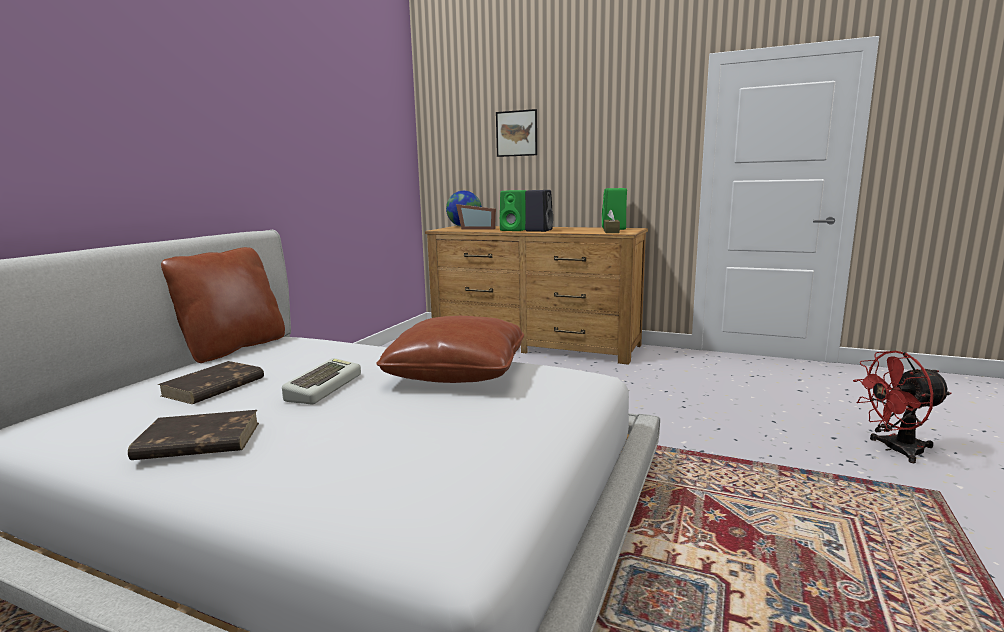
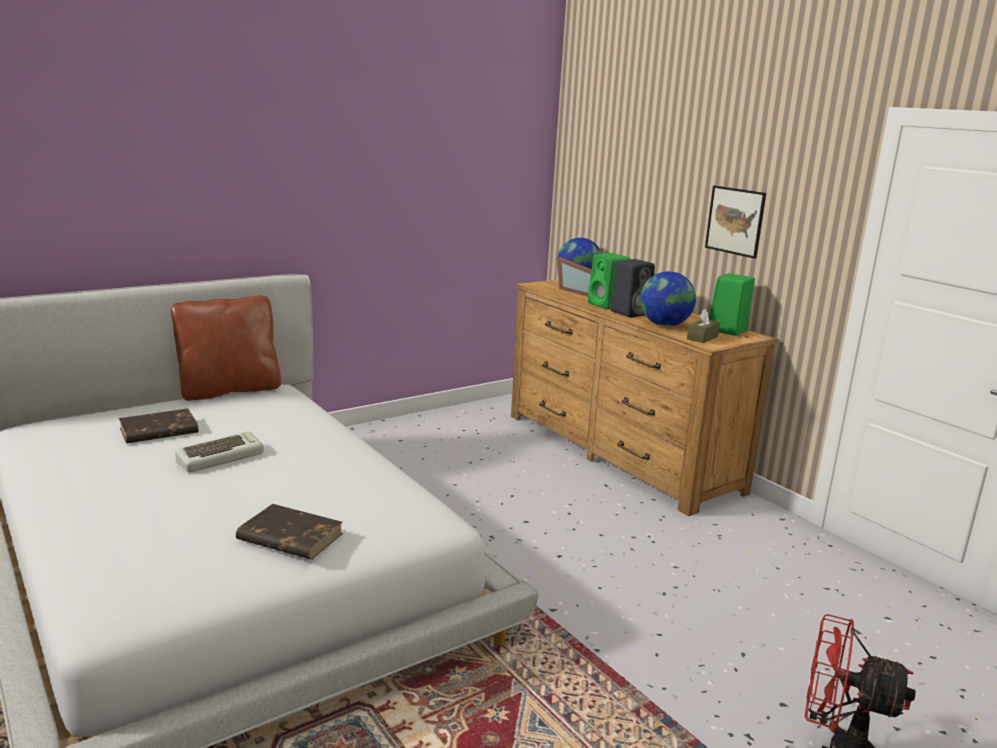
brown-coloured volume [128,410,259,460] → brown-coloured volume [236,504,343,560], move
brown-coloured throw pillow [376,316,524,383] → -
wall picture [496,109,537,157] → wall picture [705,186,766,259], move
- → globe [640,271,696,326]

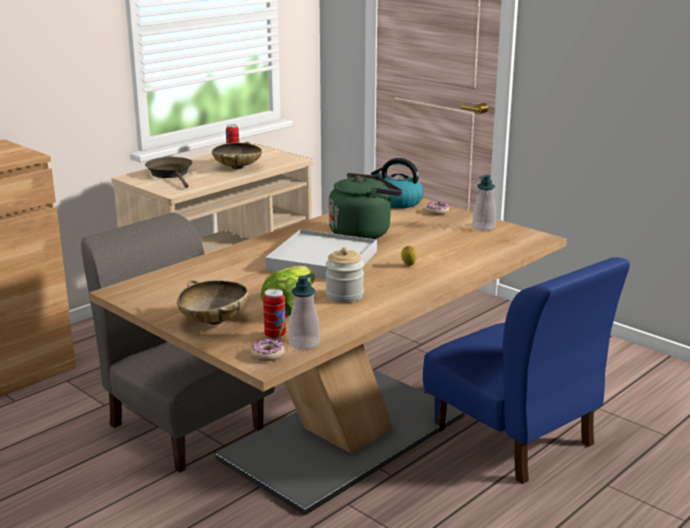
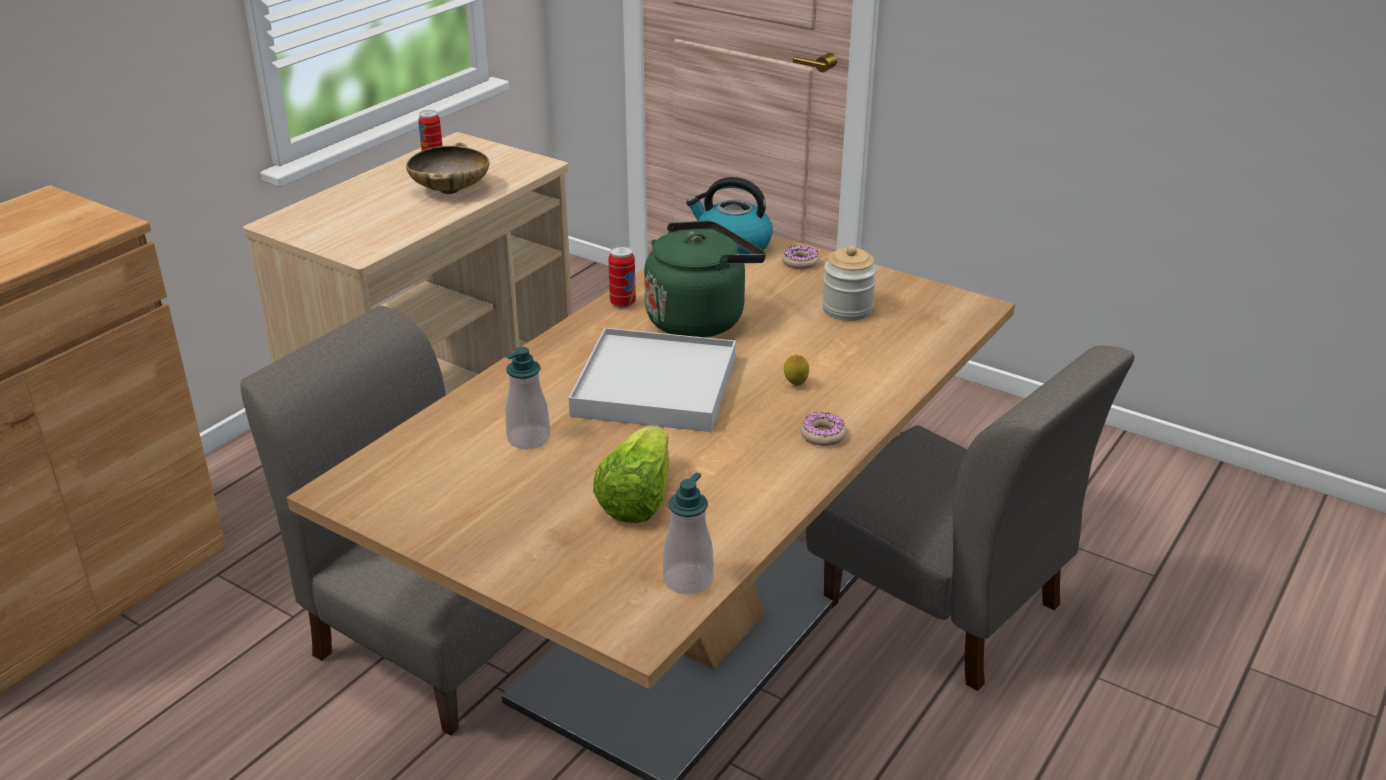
brown-coloured skillet [145,157,192,188] → -
sand-coloured deep dish [177,280,249,325] → -
ring doughnut [251,339,285,361] → ring doughnut [800,412,847,446], move
metal can [263,289,286,340] → metal can [608,246,636,309], move
jar [325,247,364,303] → jar [822,246,877,321], move
blue plain chair [423,257,630,484] → gray plain chair [806,345,1134,691]
soap bottle [472,175,496,231] → soap bottle [505,347,551,449], move

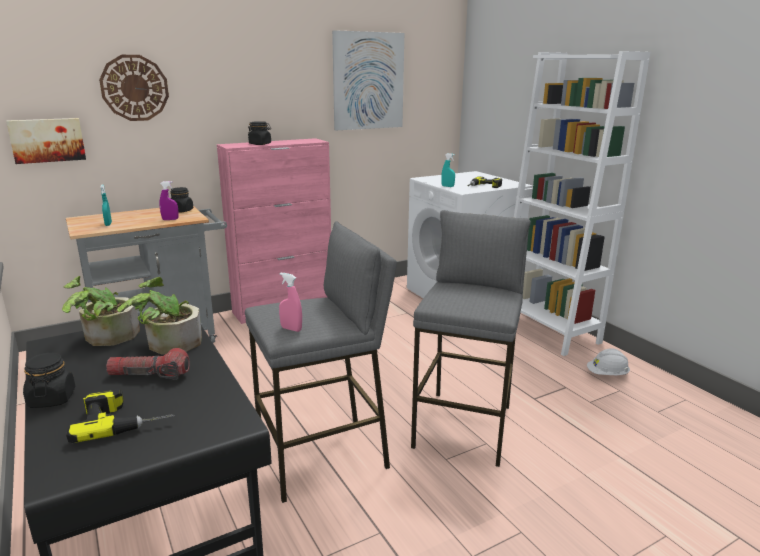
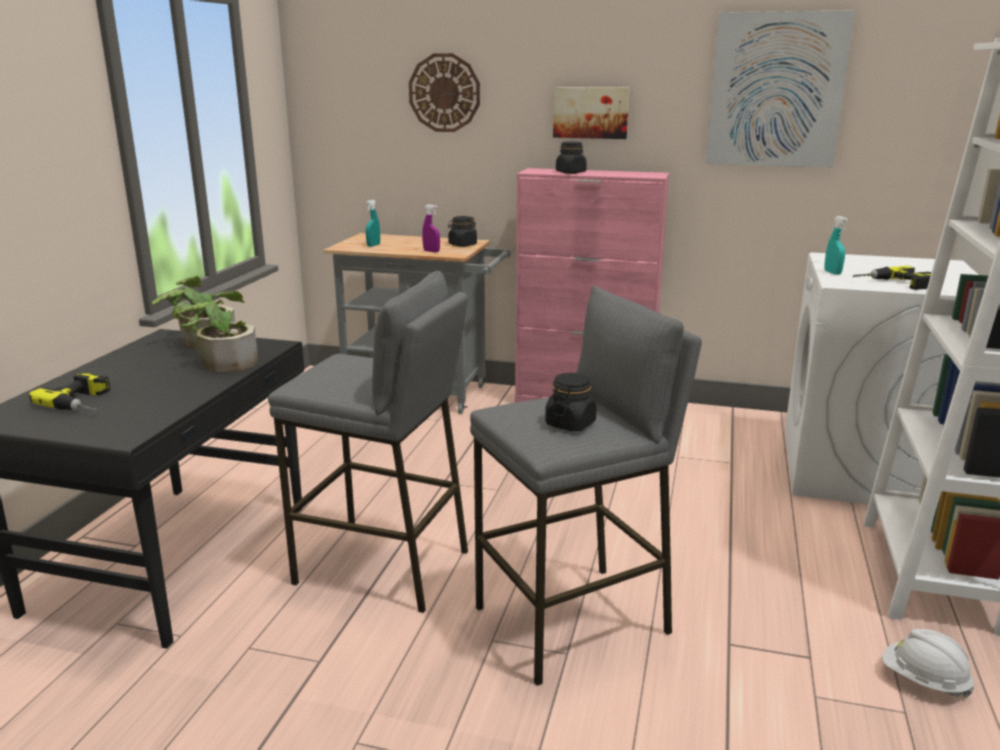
wall picture [6,118,86,164] → wall picture [553,87,629,139], move
black jar [23,353,76,408] → black jar [545,373,597,432], move
flashlight [106,348,190,380] → -
pink sprayer [279,273,302,332] → -

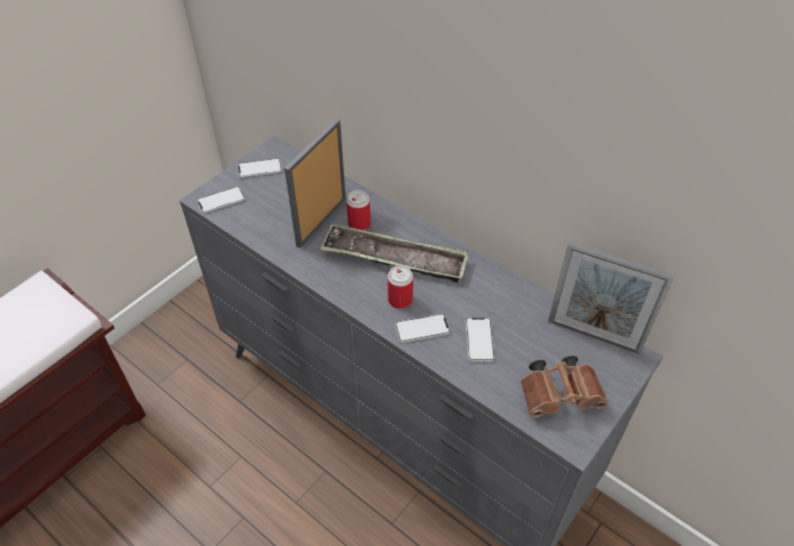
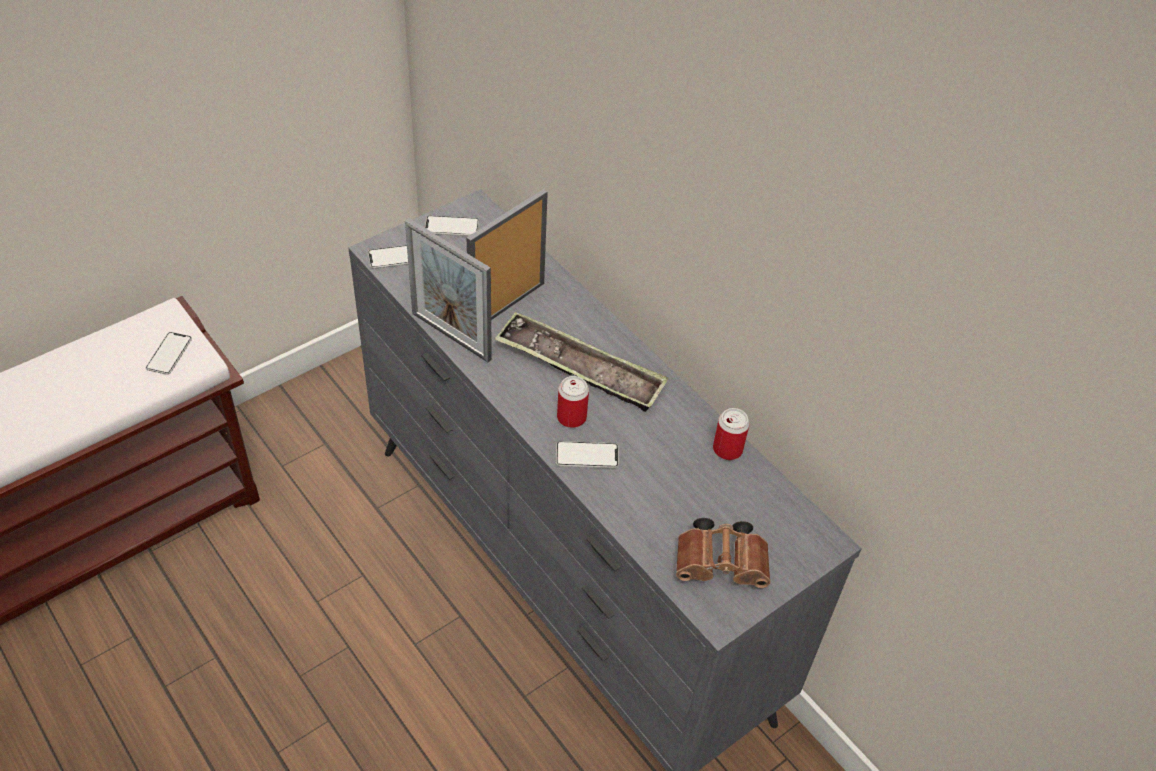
metal can [346,190,371,230] → metal can [713,408,750,460], move
handset [465,317,495,362] → handset [146,332,192,375], move
photo frame [548,241,674,354] → photo frame [405,218,492,362], move

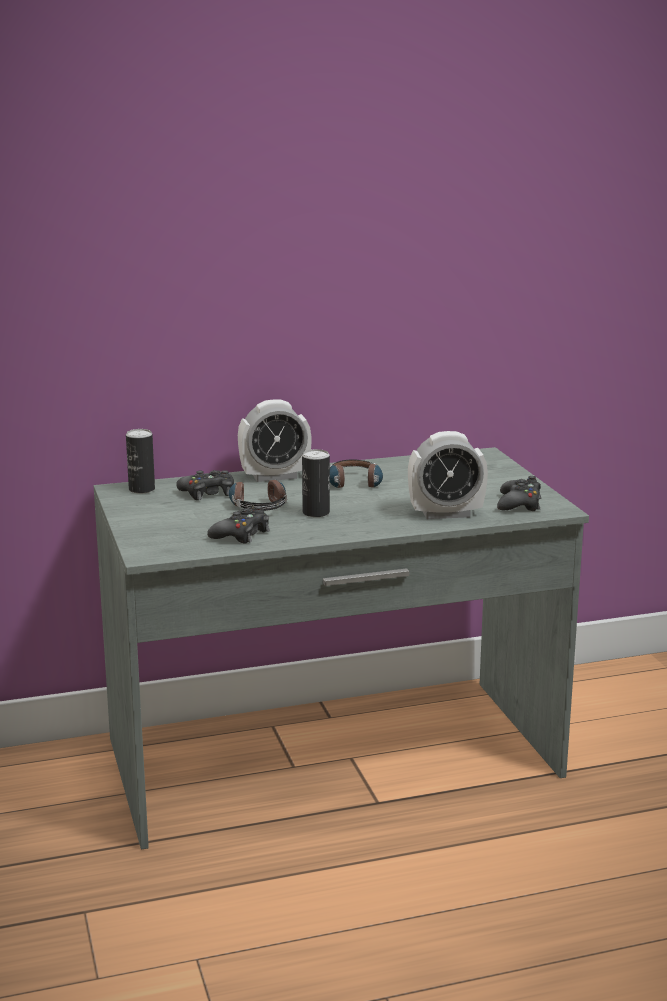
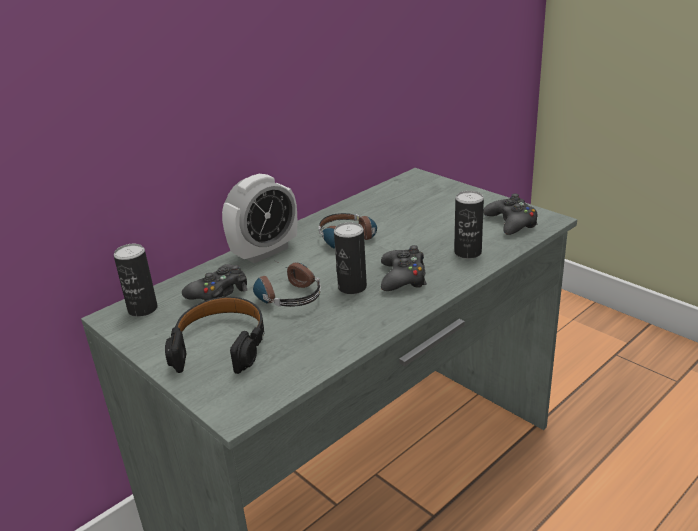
black joypad [207,506,270,544] → black joypad [381,245,427,291], move
table clock [408,431,488,519] → metal can [454,191,484,259]
- → black headphones [165,297,264,374]

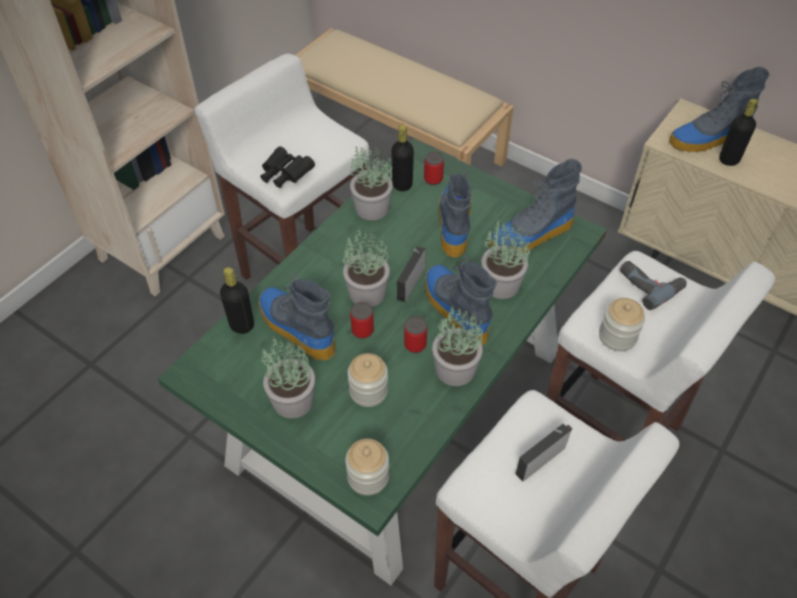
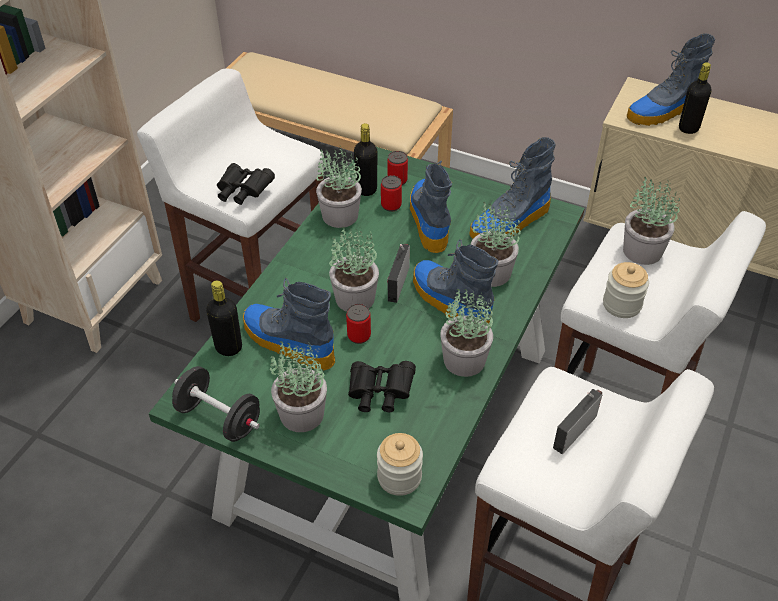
jar [347,353,388,407] → black binoculars [348,361,416,412]
metal can [404,316,427,353] → metal can [381,175,402,212], move
drill [620,261,687,310] → plant in a pot [623,177,680,265]
- → black hand weight [172,366,260,442]

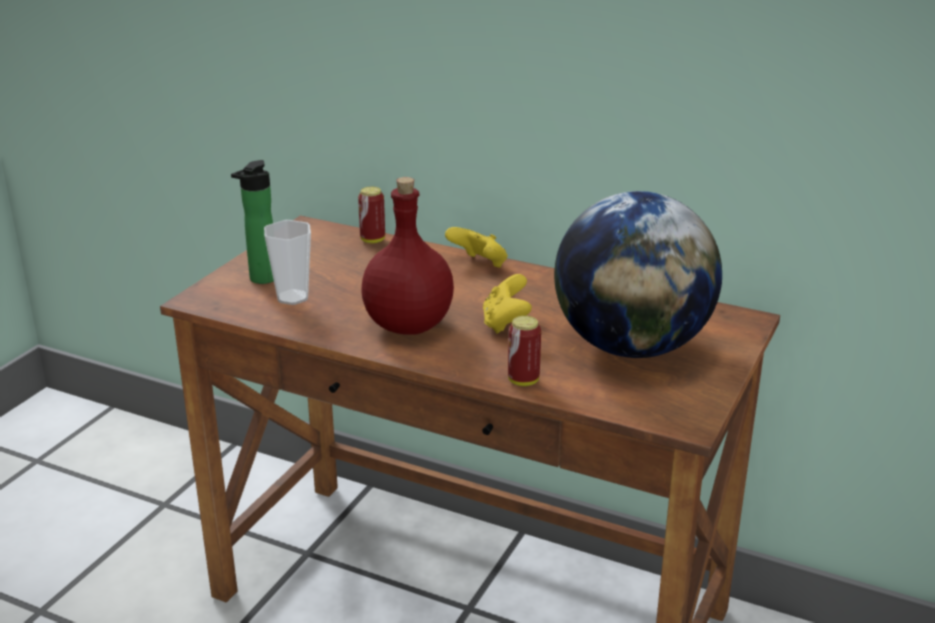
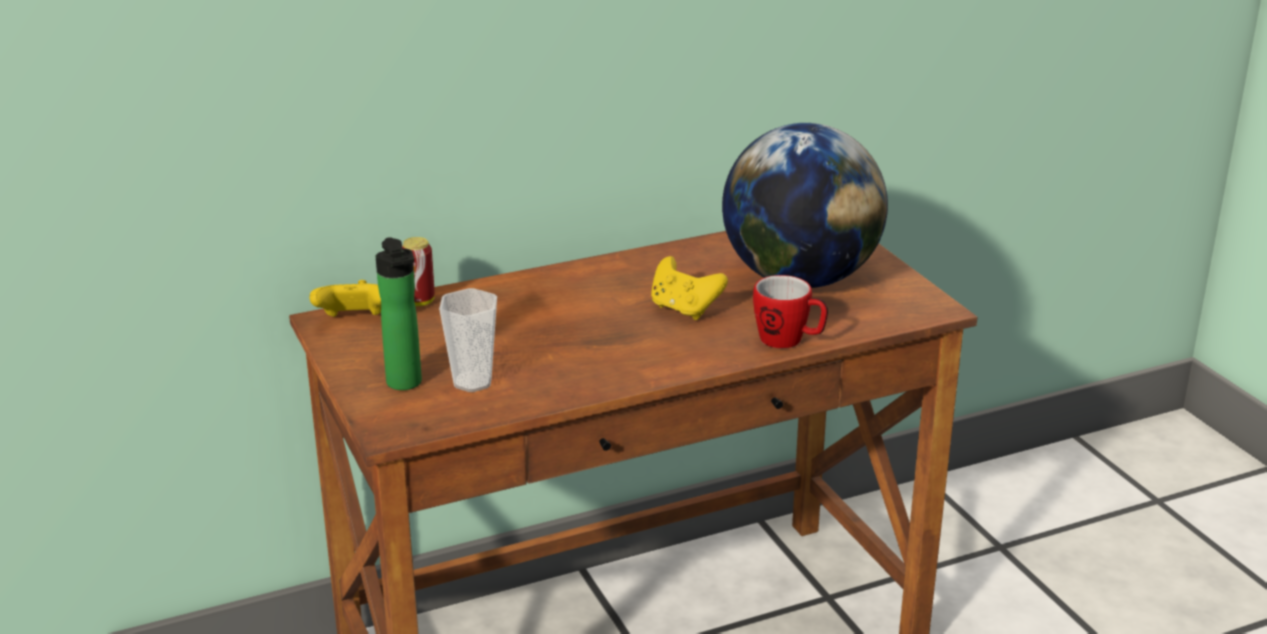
red-coloured beverage bottle [361,177,454,334] → -
yellowish joypad [445,227,508,268] → yellowish joypad [309,280,381,317], move
metal can [508,316,541,386] → tea mug [753,275,828,348]

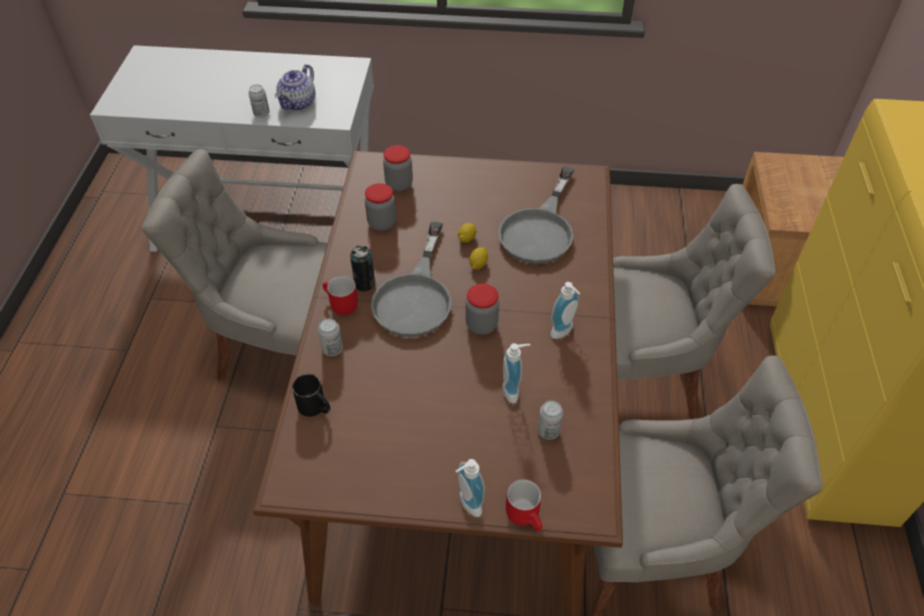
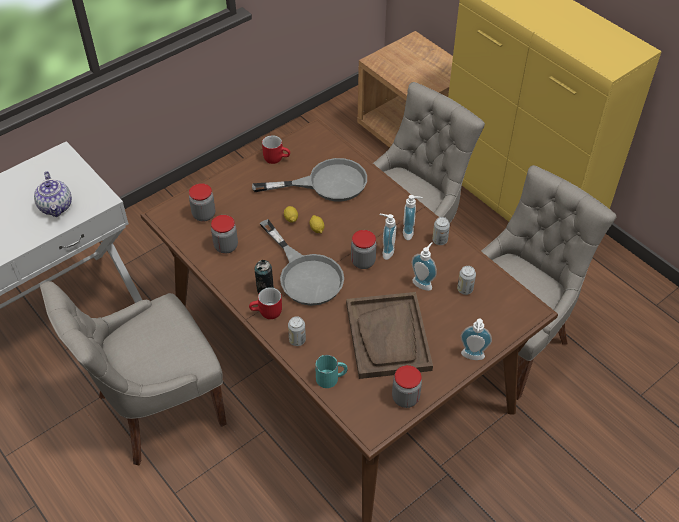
metal can [249,85,269,117] → metal can [432,217,450,245], move
black tea mug [292,374,330,417] → turquoise-coloured tea mug [315,355,348,388]
gray skillet [498,166,574,264] → gray skillet [252,158,367,202], 75 degrees counterclockwise
red-coloured tea mug [506,479,542,531] → red-coloured tea mug [262,135,290,164], move
- → brown-coloured carrying tray [346,292,433,379]
- → soap bottle [380,214,396,260]
- → jar [392,365,422,408]

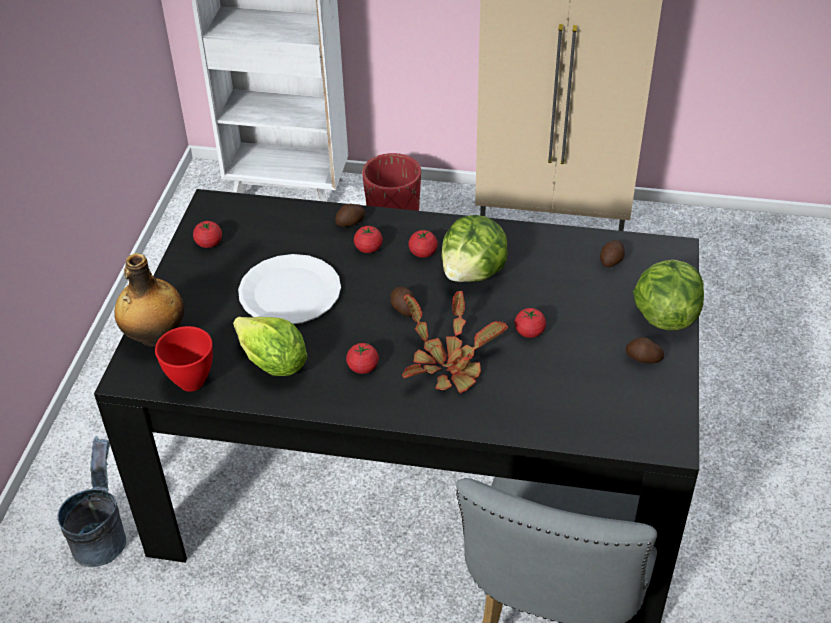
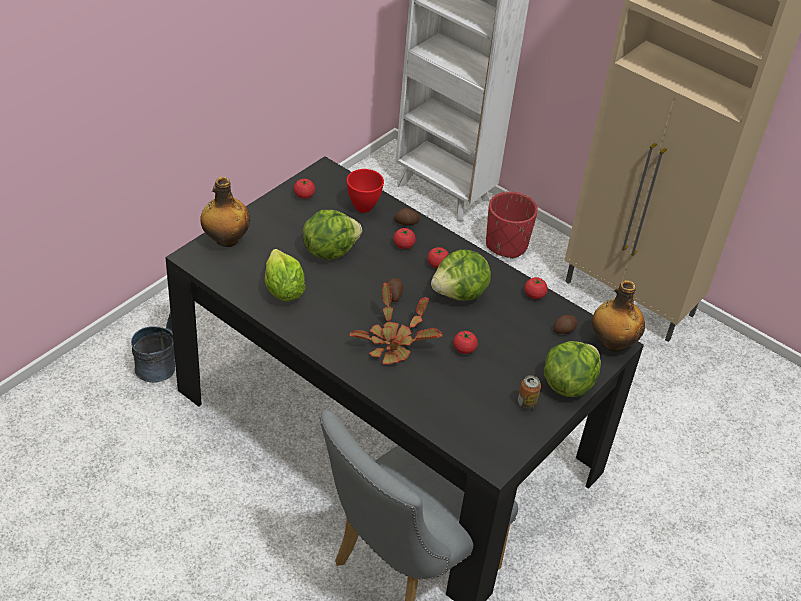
red-coloured deep dish [155,326,213,392] → red-coloured deep dish [347,169,384,213], move
white-coloured plate [238,254,341,324] → lettuce [303,210,362,260]
fresh tomato [346,343,379,374] → fresh tomato [525,277,548,299], move
spud [626,337,664,364] → metal can [517,375,541,410]
- → beverage bottle [592,280,645,352]

